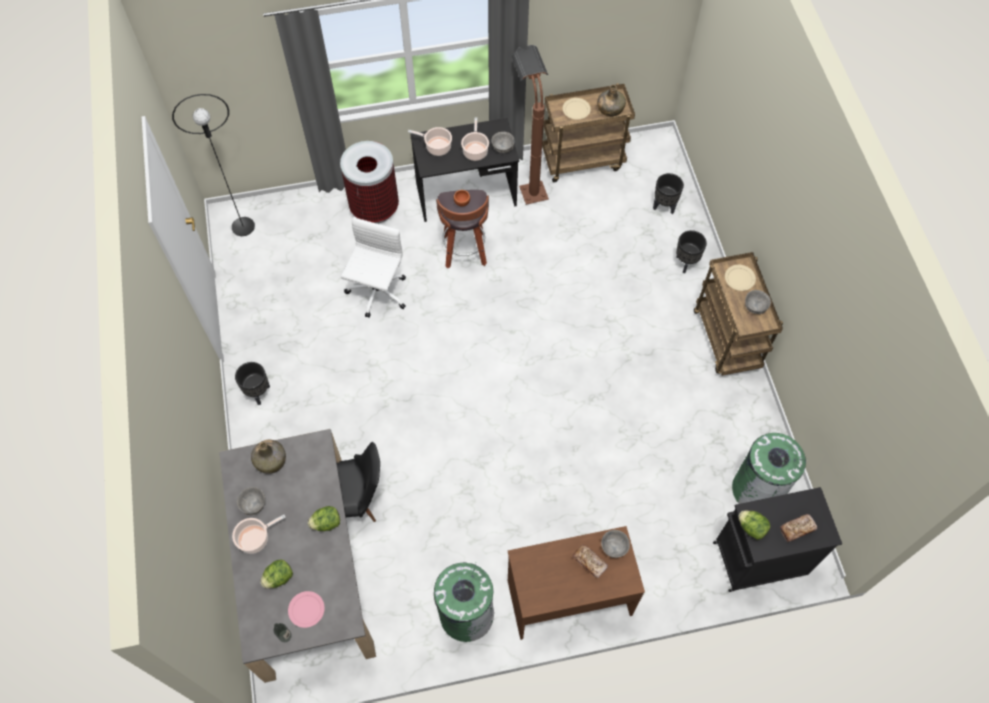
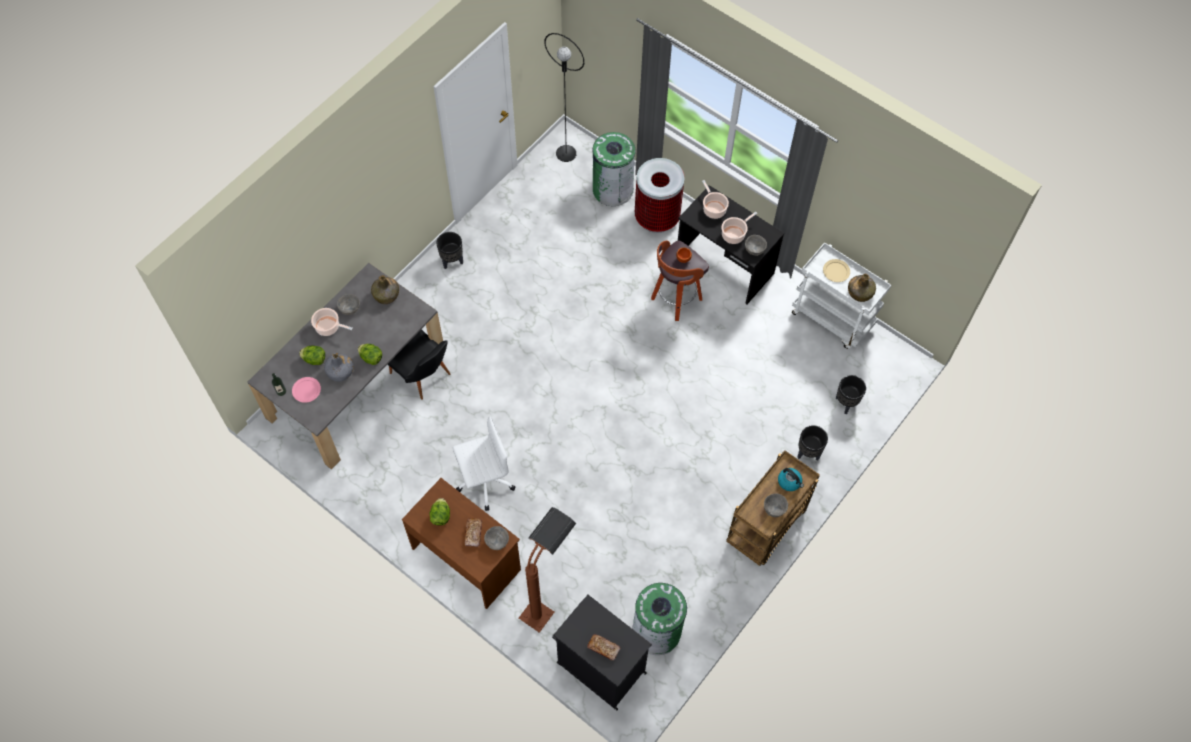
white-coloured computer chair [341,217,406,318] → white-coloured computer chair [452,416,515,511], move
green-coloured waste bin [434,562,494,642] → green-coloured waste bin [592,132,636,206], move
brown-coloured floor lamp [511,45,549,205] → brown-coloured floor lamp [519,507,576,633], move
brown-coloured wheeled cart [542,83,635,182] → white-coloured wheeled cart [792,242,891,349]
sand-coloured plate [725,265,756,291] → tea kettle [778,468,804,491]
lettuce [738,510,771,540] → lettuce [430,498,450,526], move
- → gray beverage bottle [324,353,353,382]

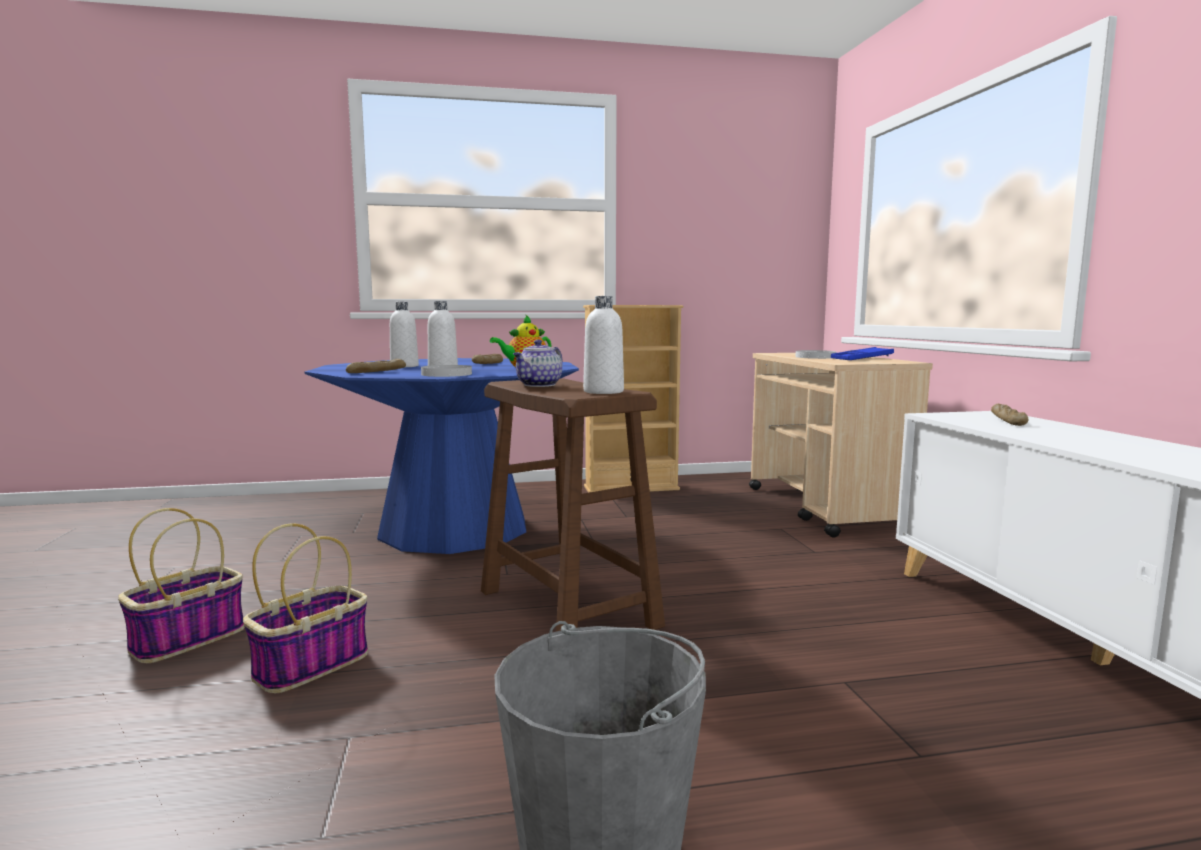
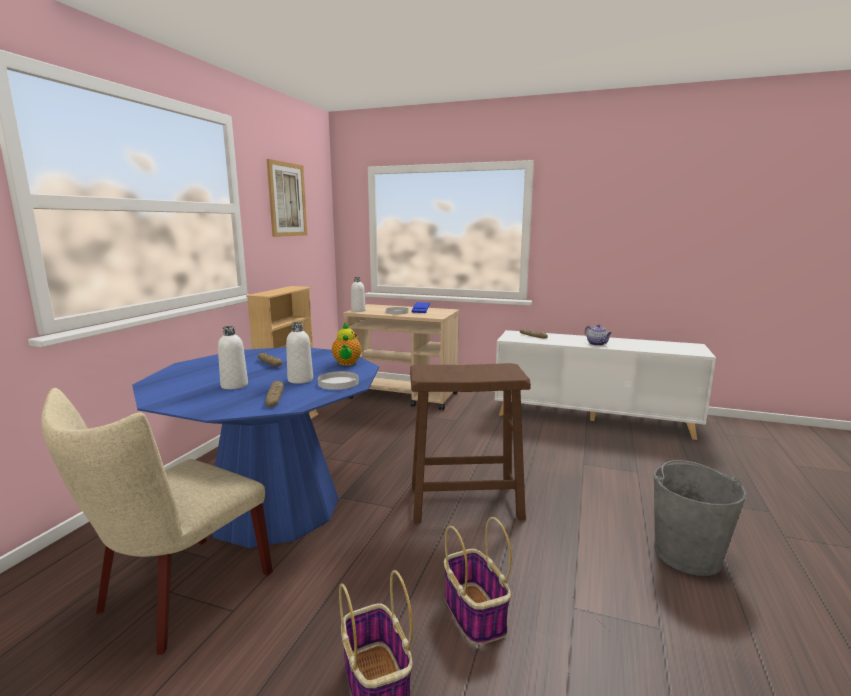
teapot [513,340,563,387] → teapot [585,324,612,346], move
white-coloured beverage bottle [583,296,624,394] → white-coloured beverage bottle [351,277,366,312], move
- → sand-coloured plain chair [41,388,273,655]
- → wall picture [267,159,307,237]

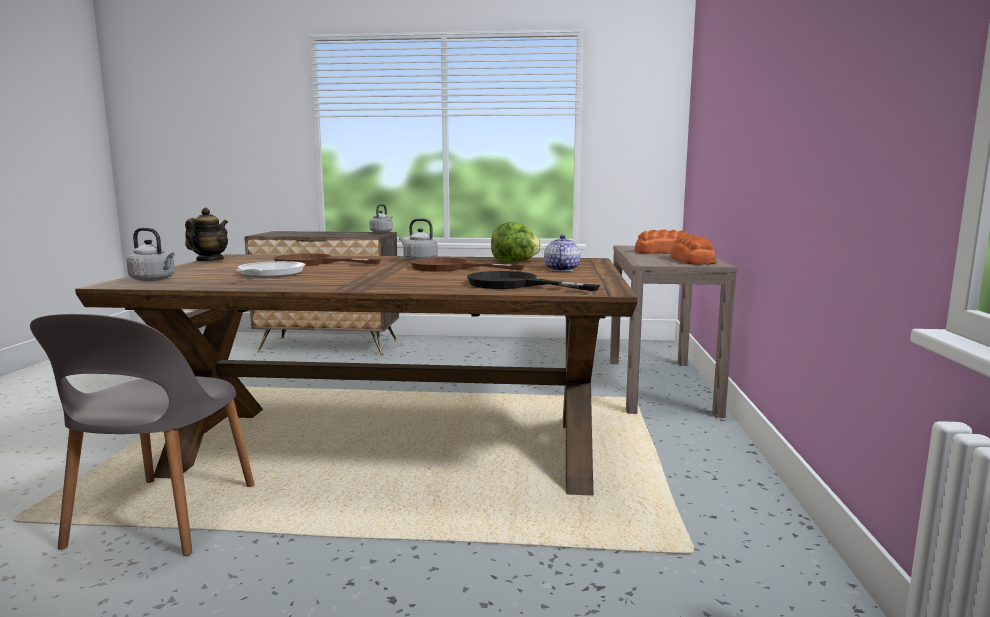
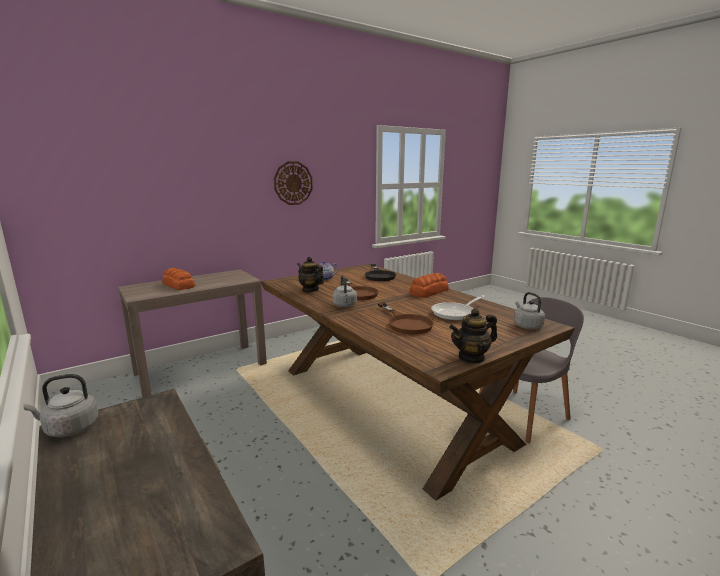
lettuce [491,222,541,262] → teapot [297,257,324,292]
baked bread [671,235,716,265] → baked bread [409,273,449,297], move
- → hanging clock [274,161,313,205]

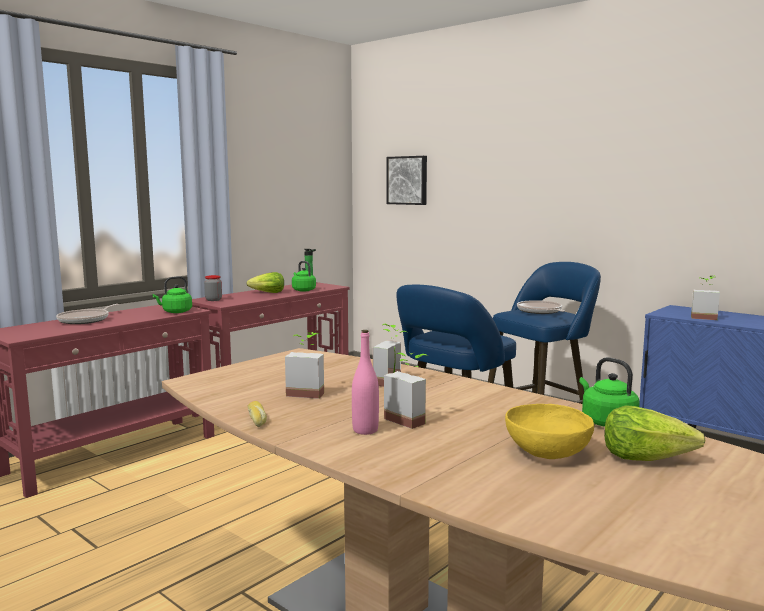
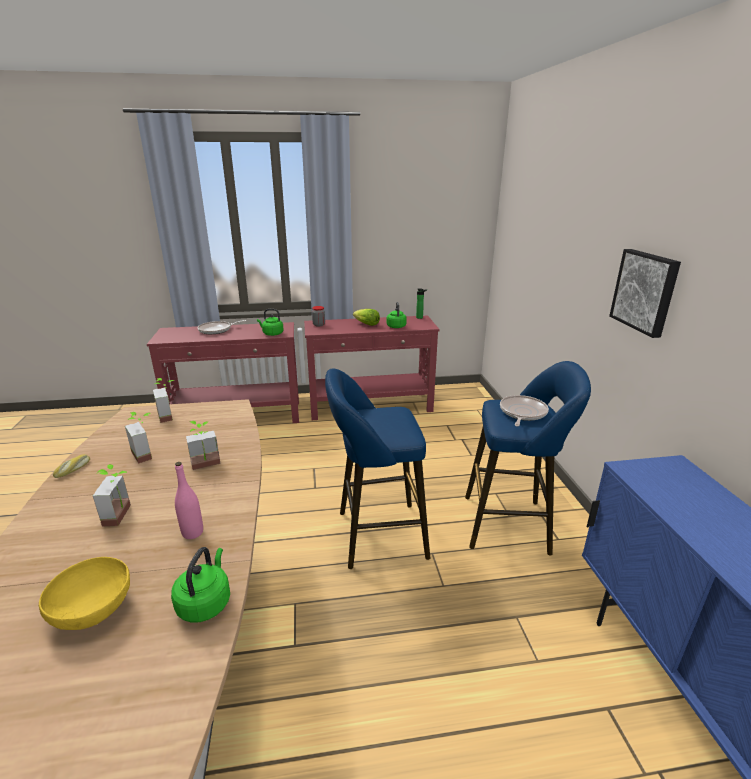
pink beverage bottle [352,330,379,435] → pink beverage bottle [175,462,203,539], move
wall picture [387,156,427,205] → wall picture [609,249,681,338], move
lettuce [604,405,706,461] → -
plant in a pot [691,276,720,320] → plant in a pot [153,378,175,423], move

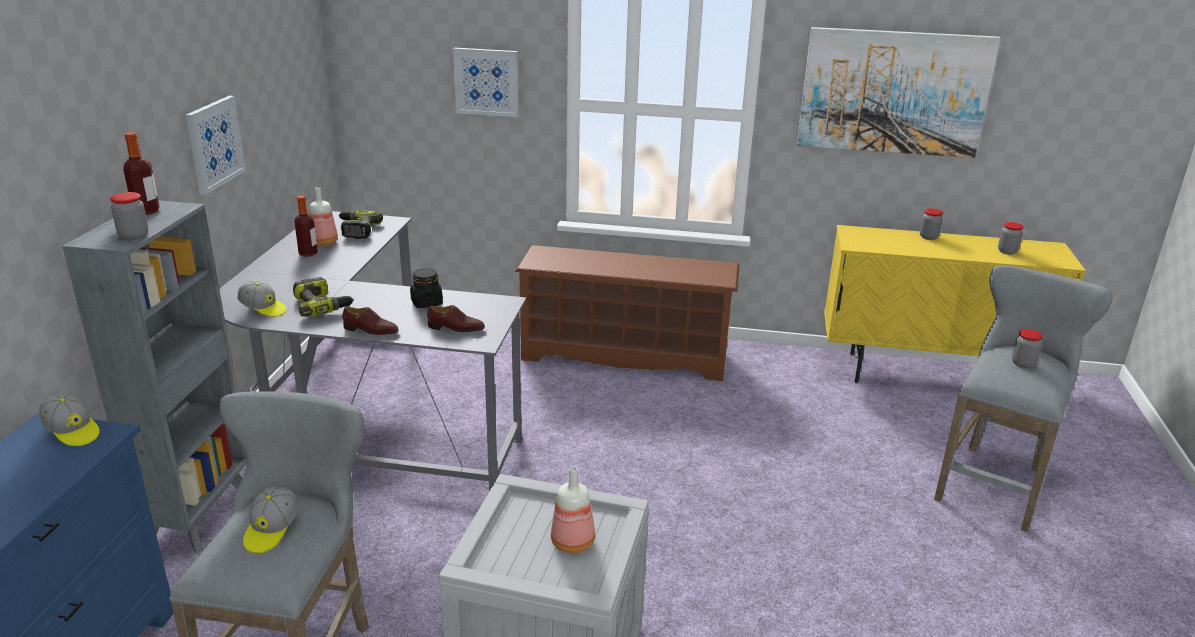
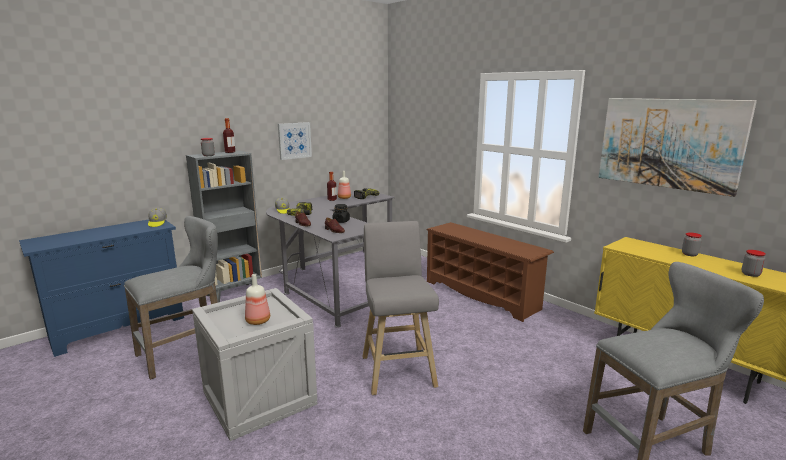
cap [243,486,298,553] → -
wall picture [453,48,519,117] → -
jar [1012,329,1043,368] → -
- → gray stool seat [362,221,439,395]

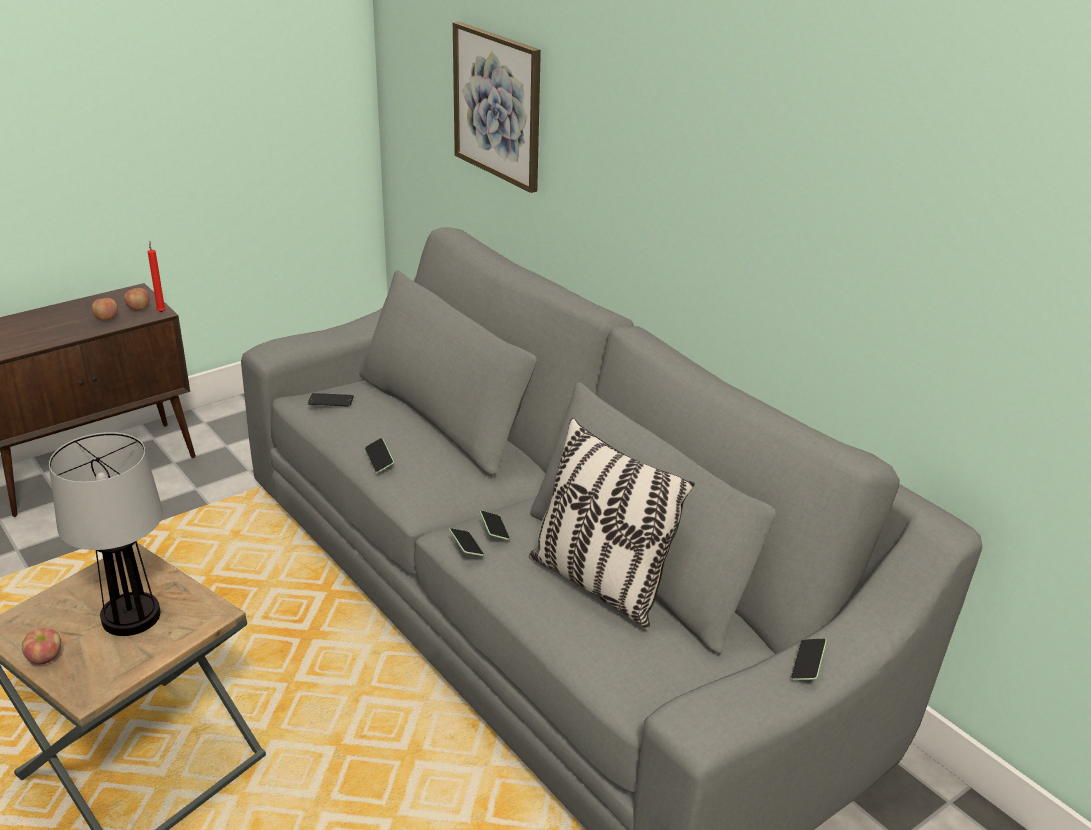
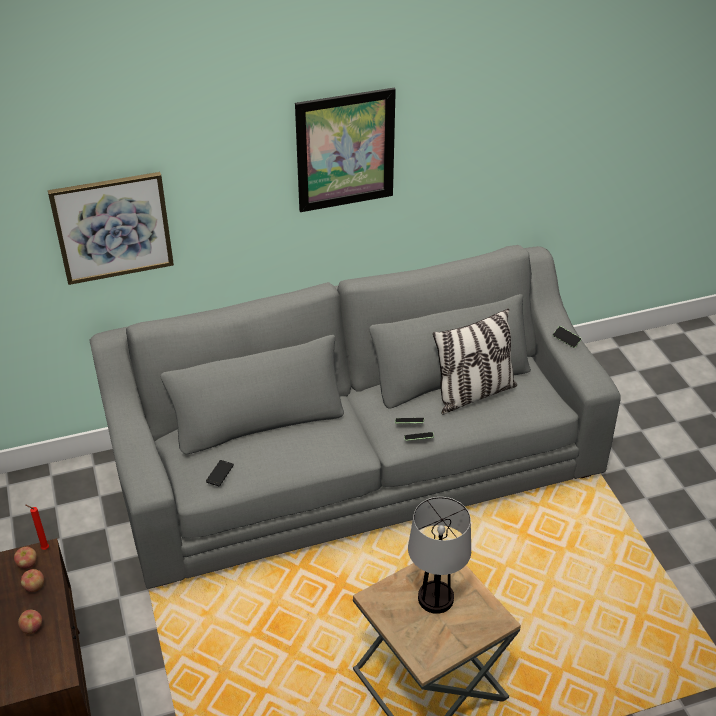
apple fruit [22,628,61,664] → apple fruit [18,610,42,634], move
handset [365,438,394,473] → -
- → wall picture [295,88,396,212]

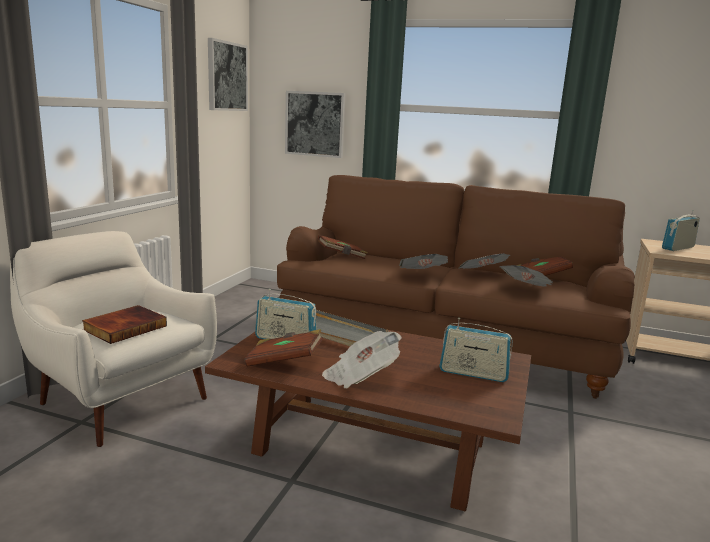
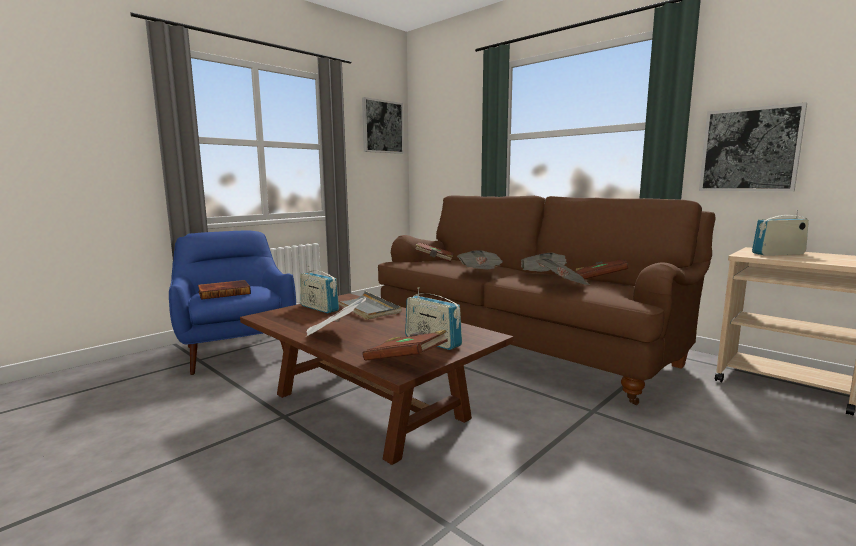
white-coloured lounge chair [9,231,217,447] → blue lounge chair [169,230,296,375]
brown-coloured volume [244,329,323,366] → brown-coloured volume [362,330,448,361], move
wall picture [285,91,345,158] → wall picture [699,102,807,191], move

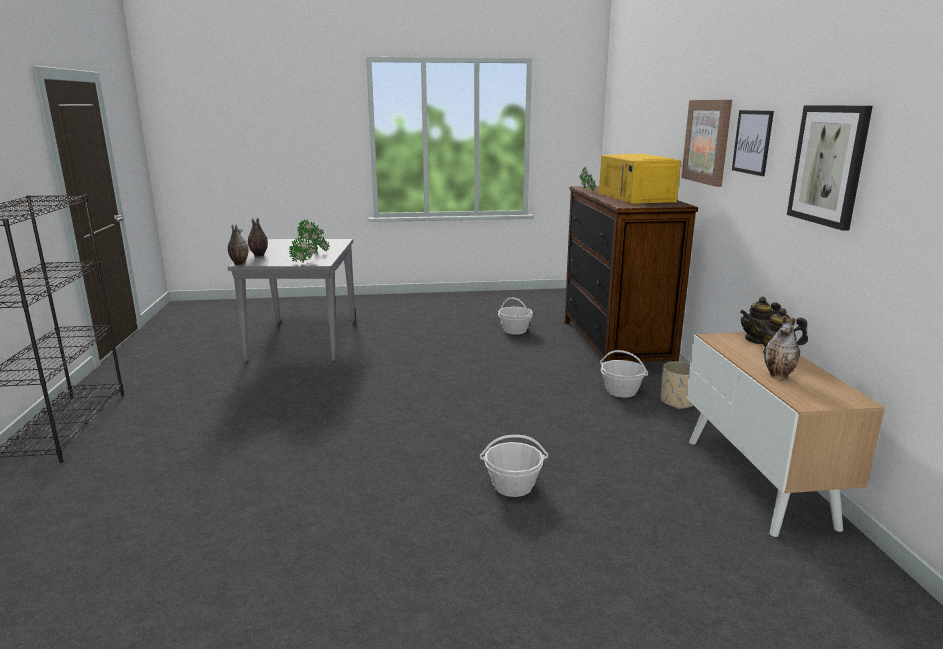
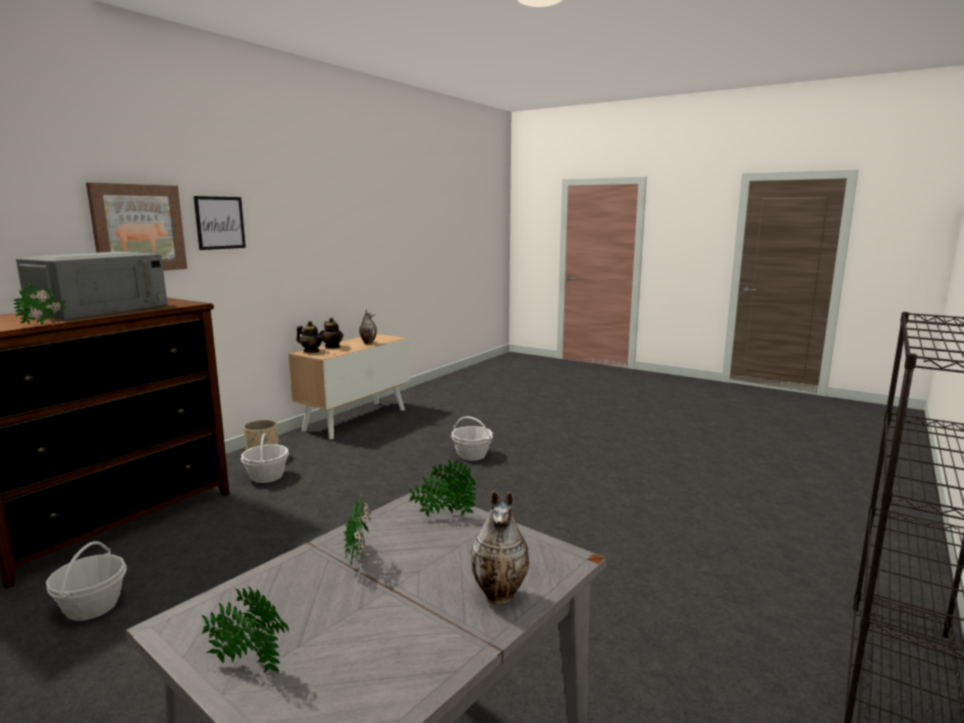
decorative vase [228,224,248,265] → -
yellowish microwave [599,154,681,204] → gray microwave [16,251,168,319]
wall picture [787,105,873,231] → -

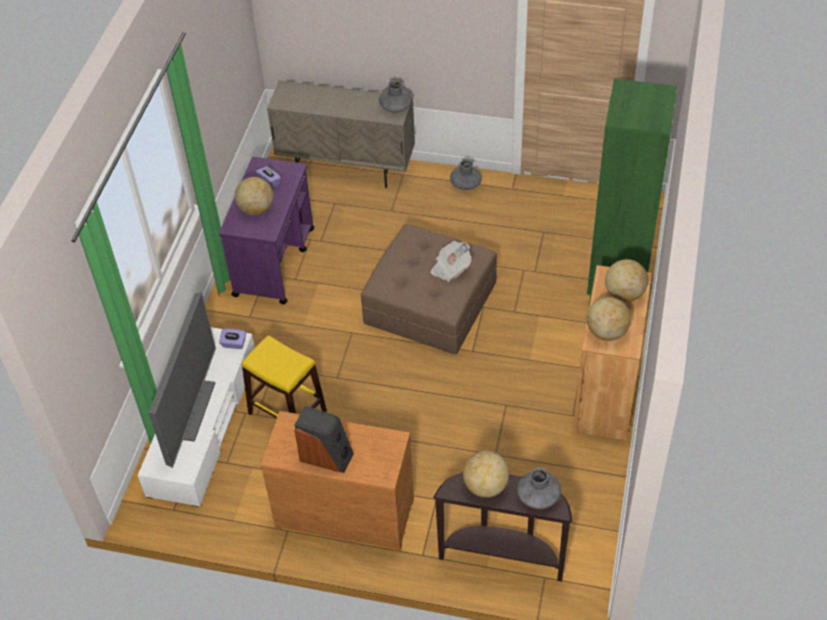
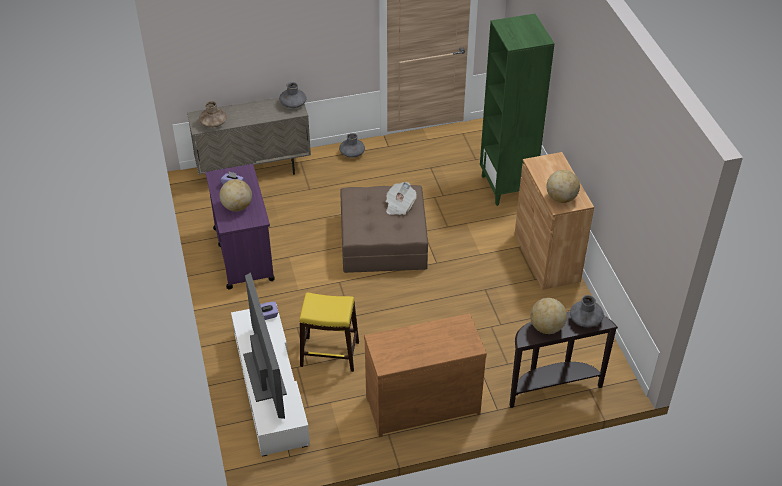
speaker [295,406,354,473] → -
globe [605,259,648,302] → -
- → brown-coloured decorative vase [199,101,227,128]

